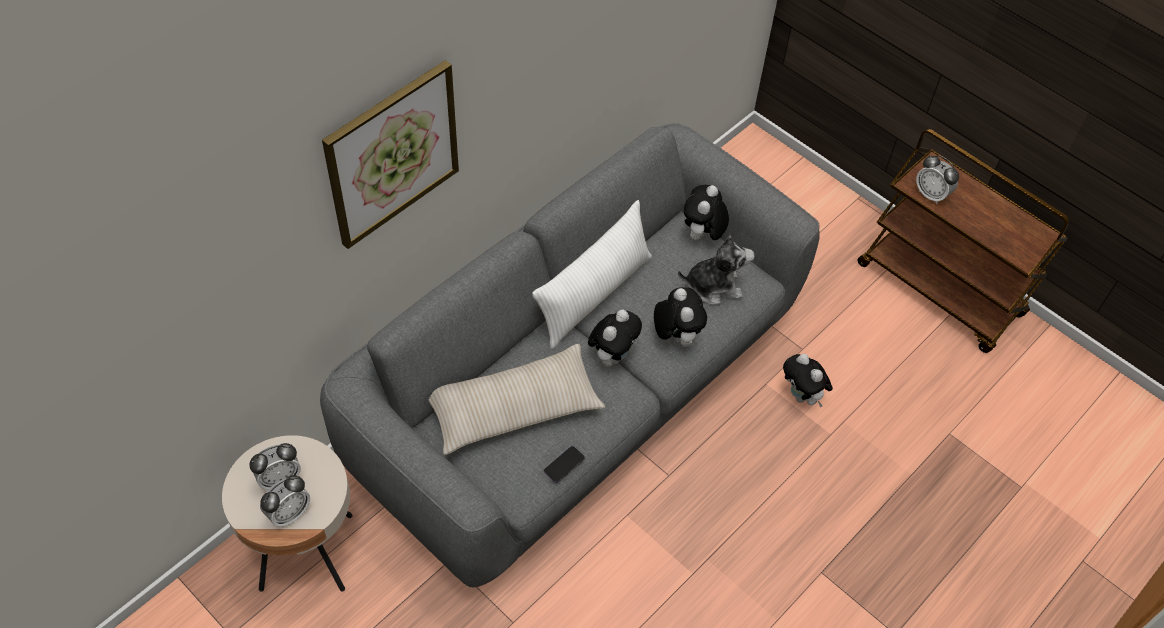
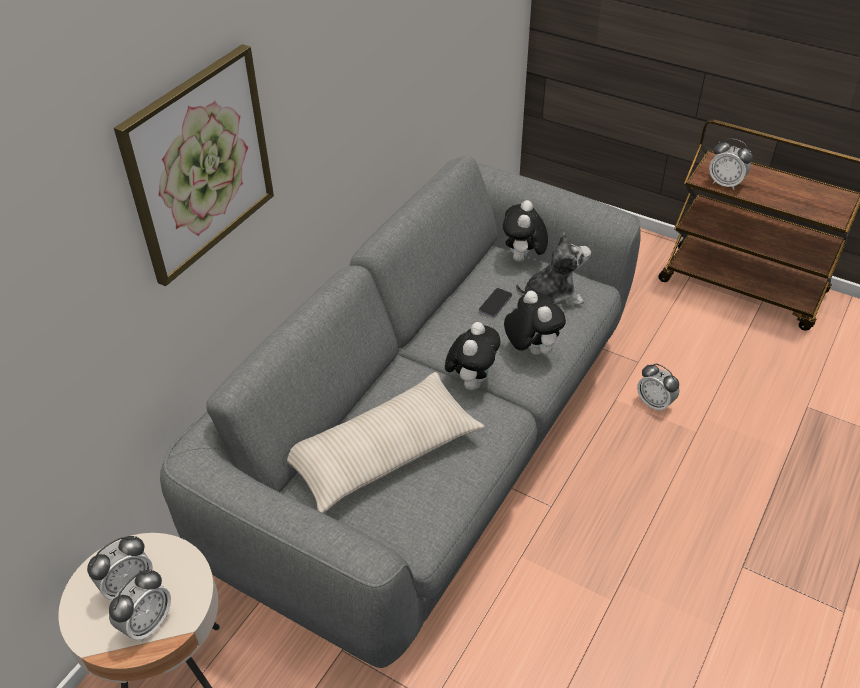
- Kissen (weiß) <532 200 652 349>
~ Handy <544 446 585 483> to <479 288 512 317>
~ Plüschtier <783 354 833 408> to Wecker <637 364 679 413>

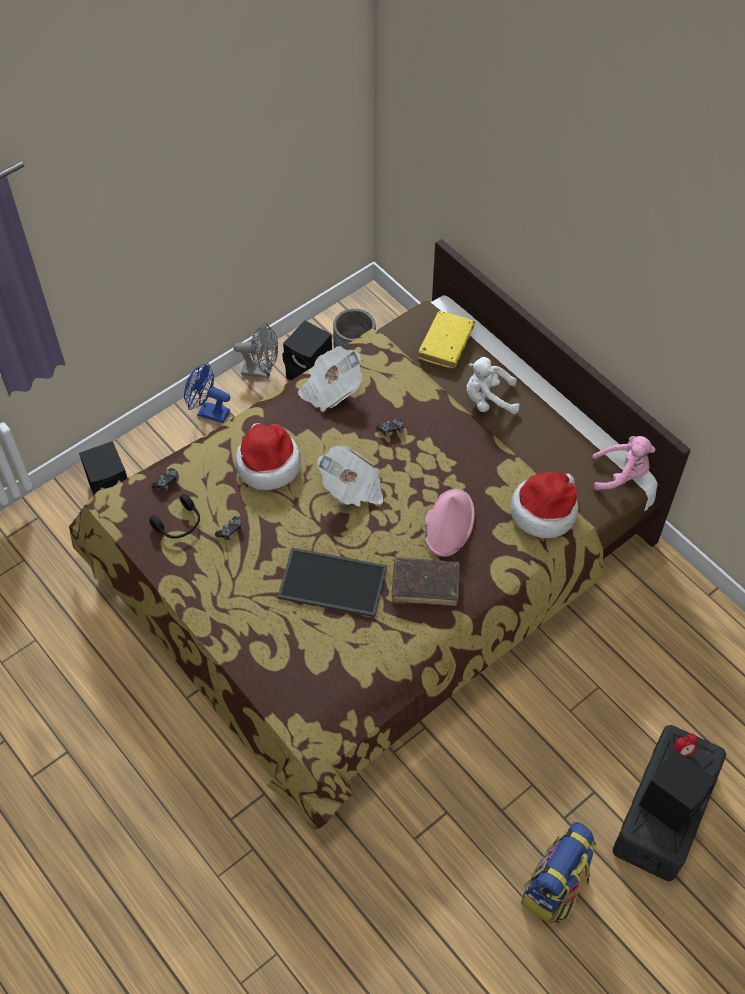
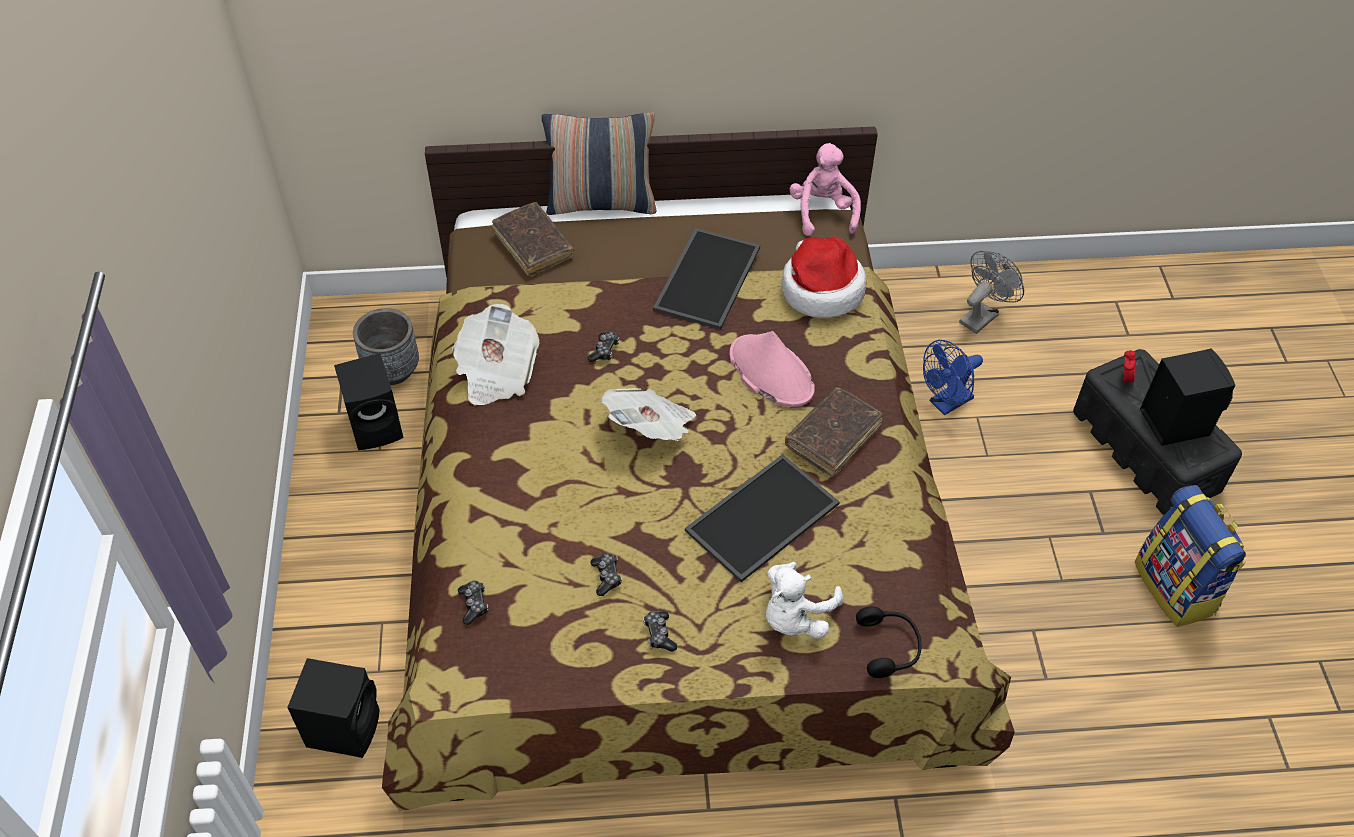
- Hut <236 423 301 490>
+ Kissen <542 112 657 215>
+ Gamepad <643 611 677 652>
+ Tablett <653 228 760 330>
~ Kopfhörer (schwarz) <149 494 200 539> to <856 606 921 678>
~ Ventilator (blau) <184 363 230 423> to <923 340 983 416>
~ Ventilator (grau) <233 323 278 379> to <959 251 1024 334>
~ Plüschtier (weiß) <467 357 520 414> to <766 562 843 639>
~ Buch (gelb) <418 311 475 369> to Buch (braun) <492 202 574 277>
~ Plüschtier (rosa) <592 436 655 491> = <789 143 861 236> 45 degrees counterclockwise

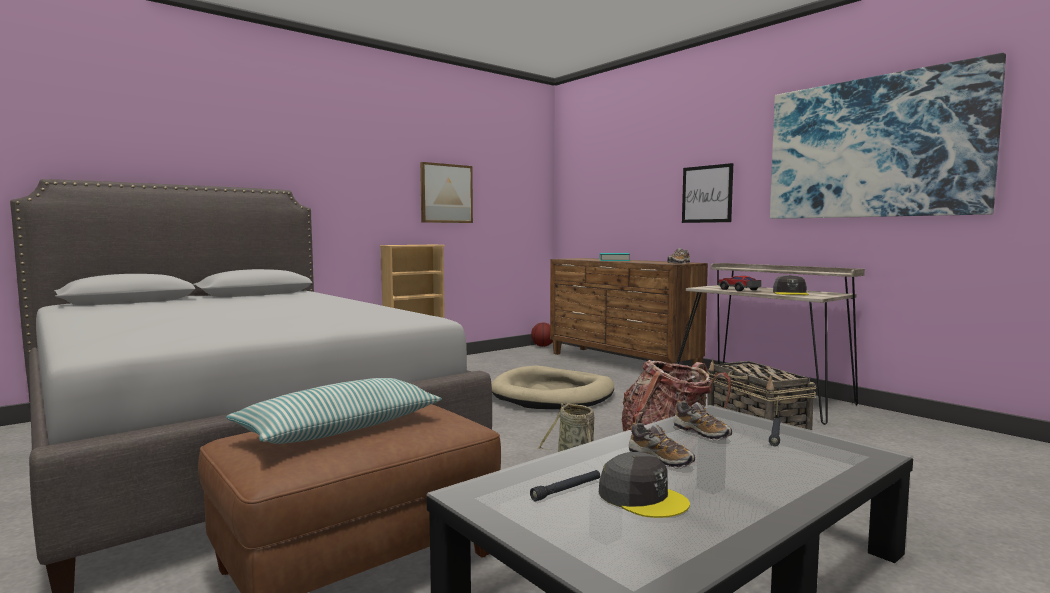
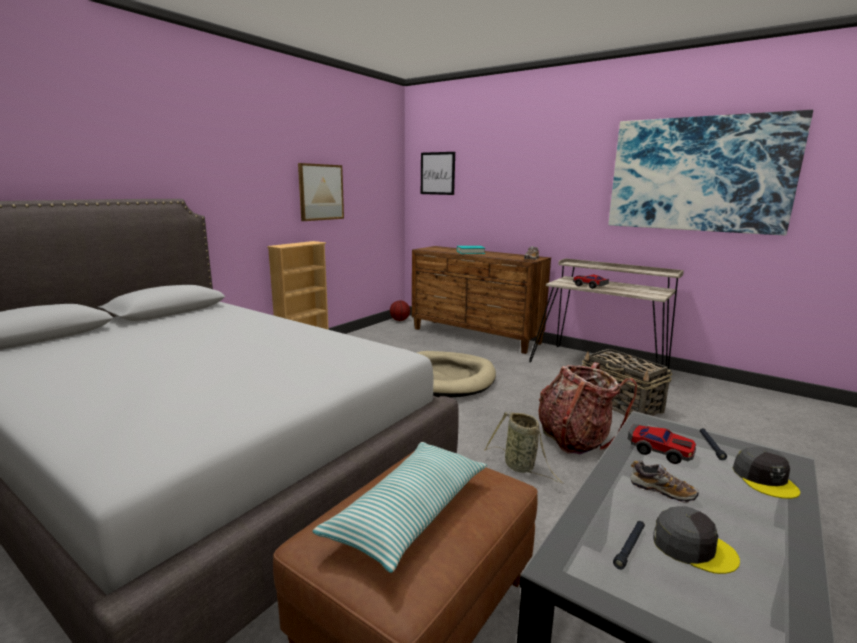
~ Bild <682 163 733 223> to <421 152 455 195>
~ Kappe (grau) <773 275 809 295> to <733 447 800 499>
~ Schuh <674 401 732 441> to Spielzeugauto <628 424 696 464>

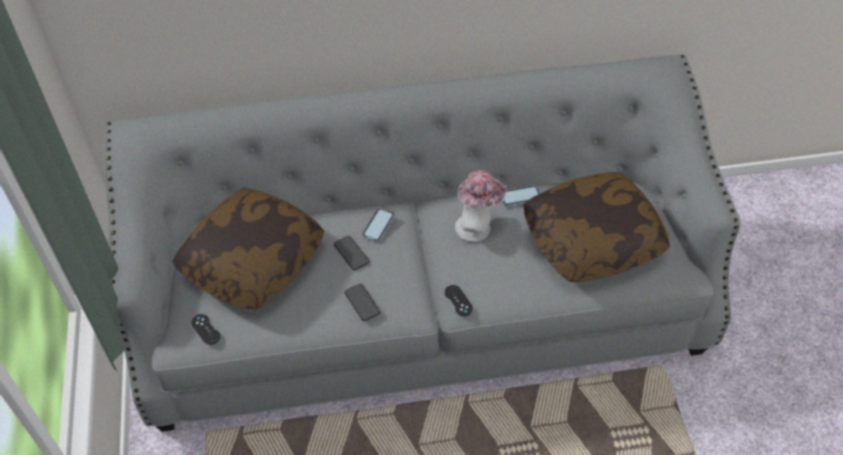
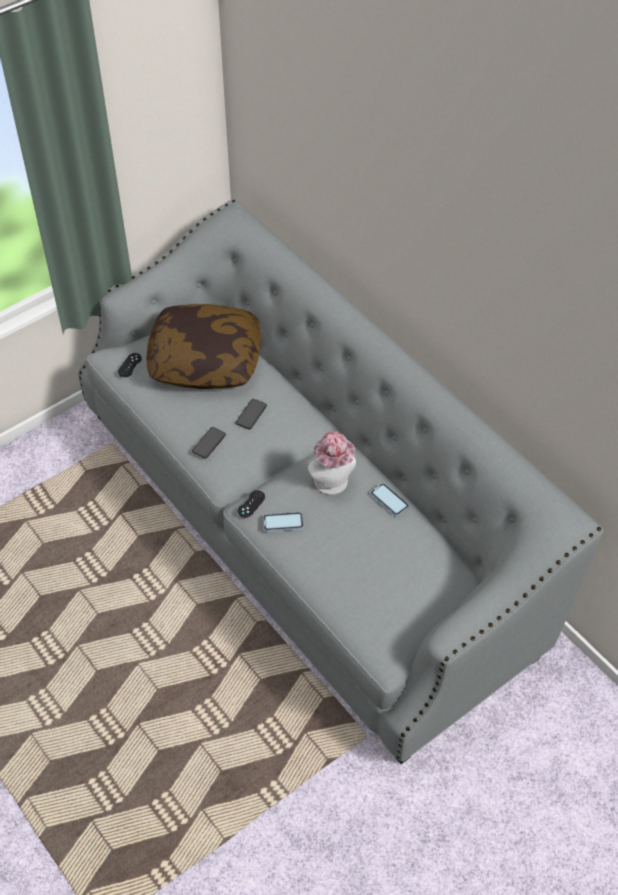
- Kissen <523 172 670 282>
~ Handy <362 208 395 242> to <263 512 304 532>

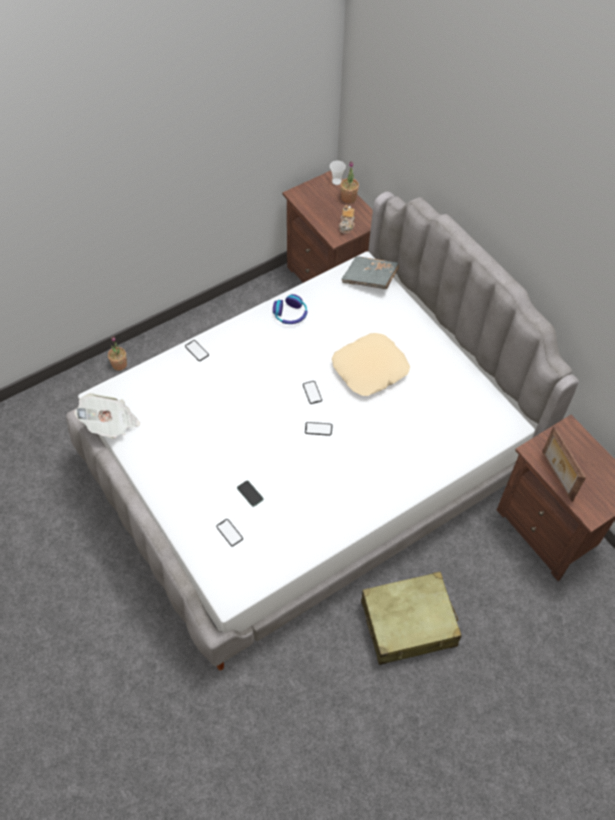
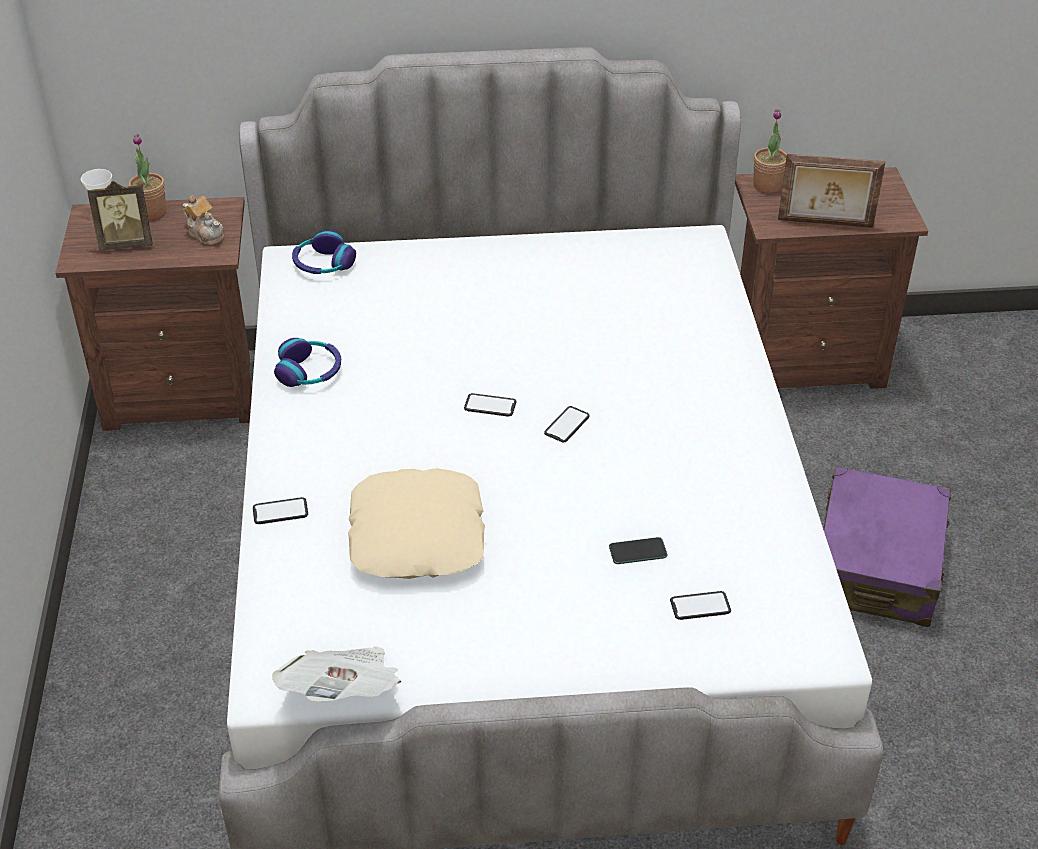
+ Bilderrahmen <87 181 153 251>
~ Topfpflanze <108 336 127 371> to <753 109 787 193>
~ Kissen (beige) <332 333 410 396> to <348 468 485 579>
~ Buch (grau) <342 256 399 289> to Kopfhörer <292 230 356 274>
~ Koffer (beige) <361 572 462 665> to Koffer (lila) <823 466 951 627>

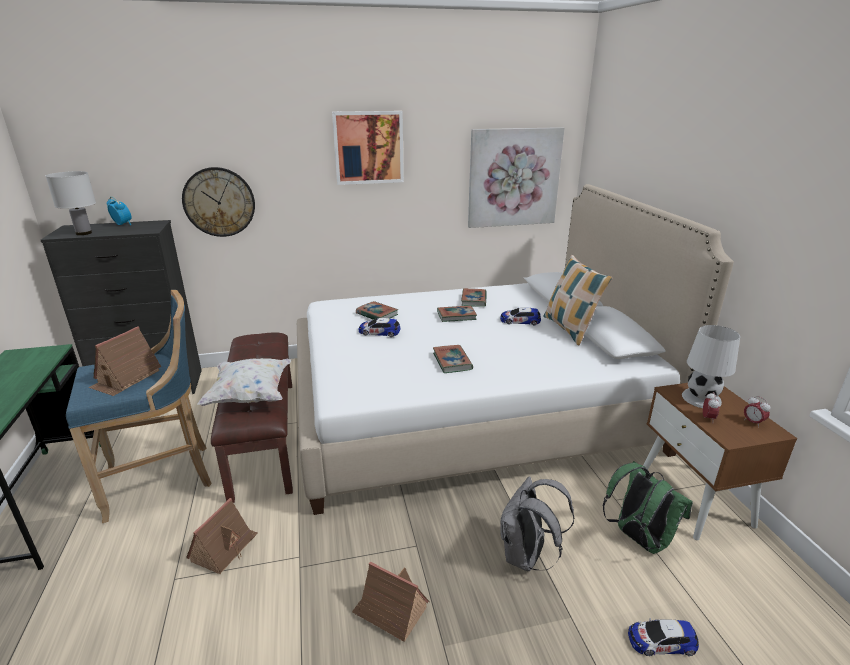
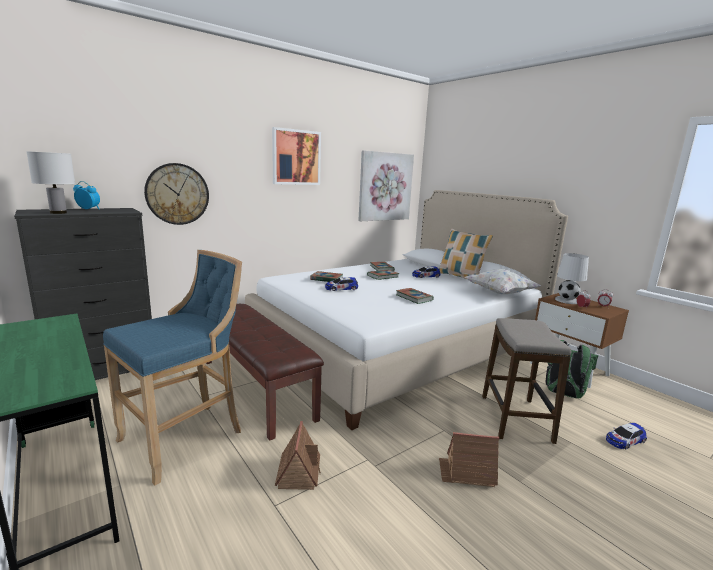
- Spielzeughaus <88 326 161 396>
~ Kissen (weiß) <197 358 292 406> to <465 269 541 294>
~ Rucksack (grau) <500 476 574 571> to Hocker <482 318 571 444>

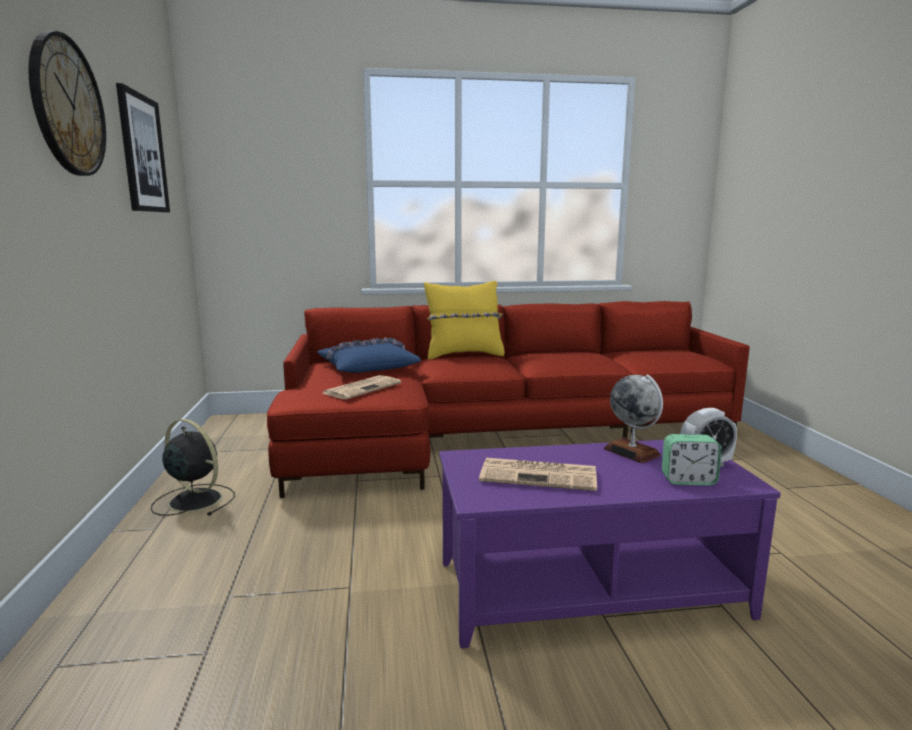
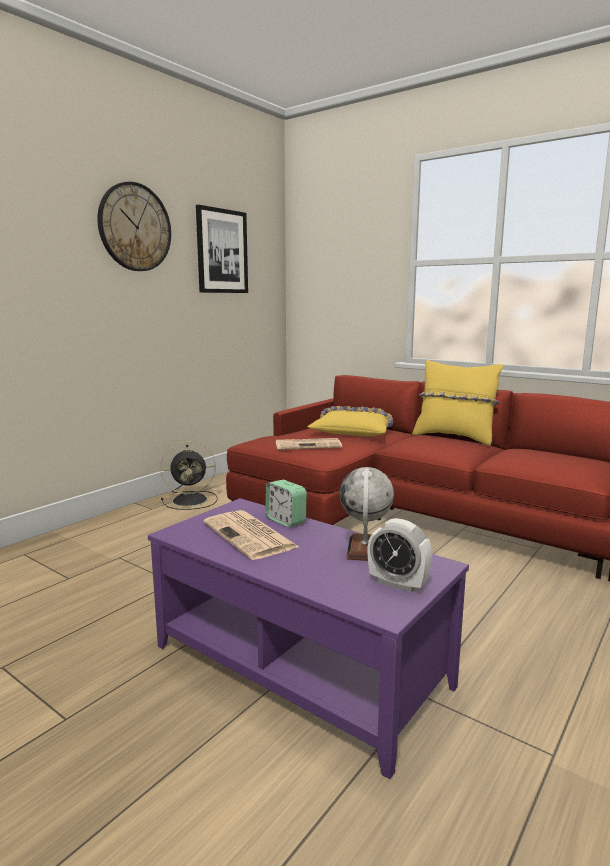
~ Wecker <662 434 722 485> to <265 480 307 527>
~ Kissen (blau) <317 338 421 373> to Kissen (gelb) <308 406 393 436>
~ Ventilator (schwarz) <151 419 235 516> = <160 441 218 510> 90 degrees clockwise

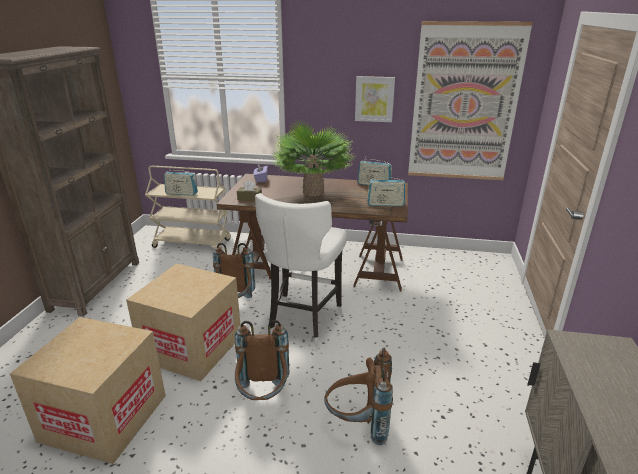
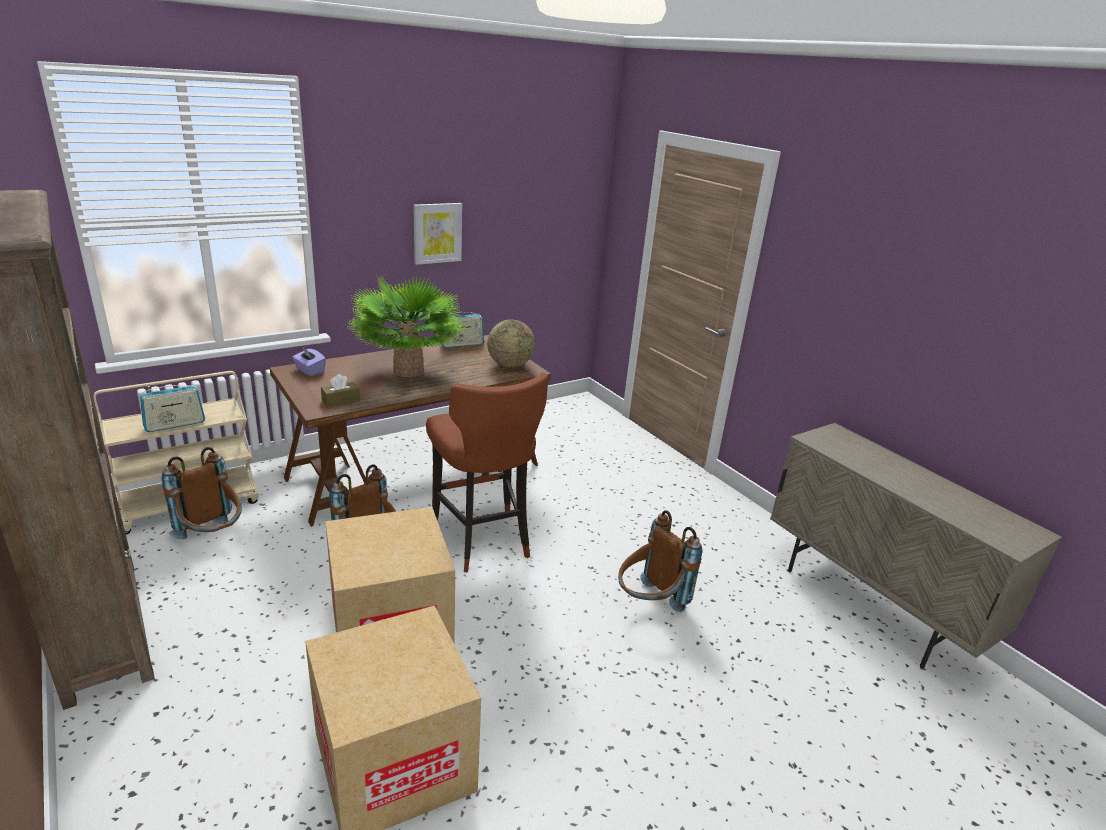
- Bild <408 21 533 180>
~ Rucksack (braun) <235 320 289 400> to <162 447 242 539>
~ Radio <367 175 406 206> to Globus <487 320 535 368>
~ Hocker (weiß) <255 193 347 347> to Hocker (braun) <426 372 548 572>

